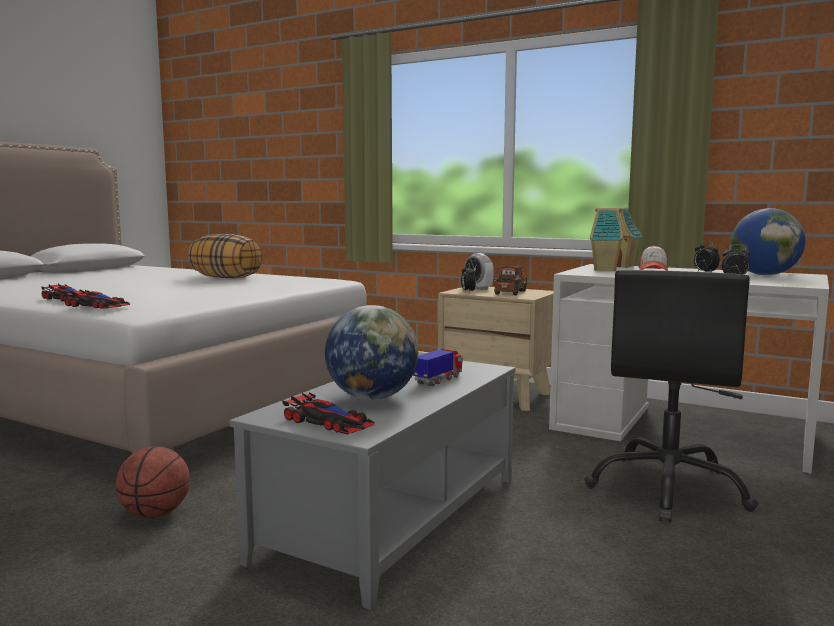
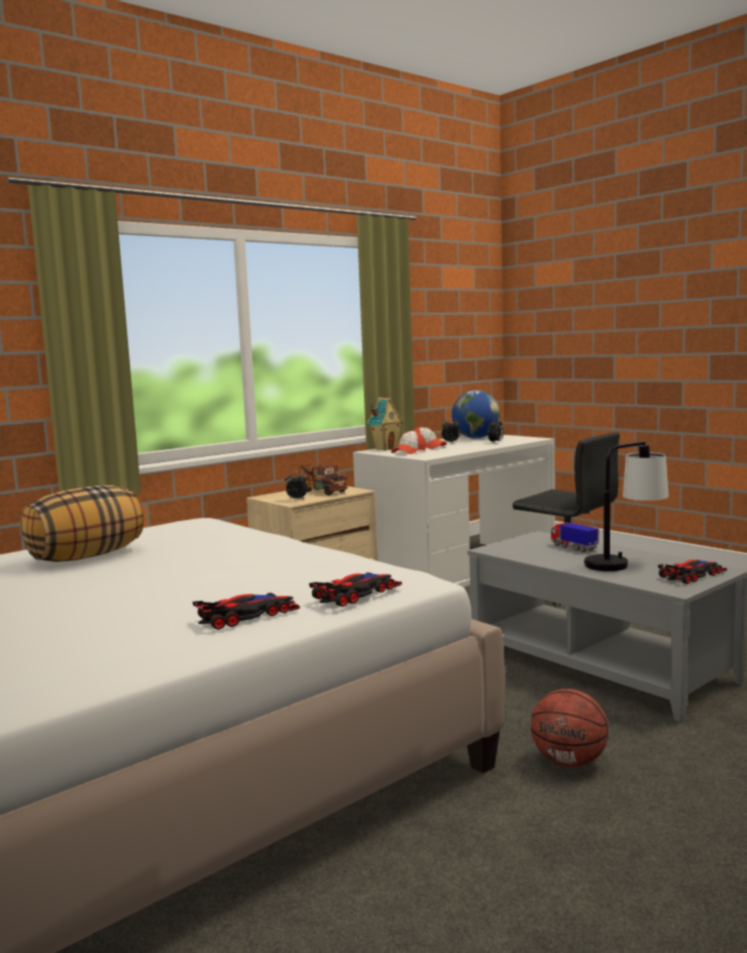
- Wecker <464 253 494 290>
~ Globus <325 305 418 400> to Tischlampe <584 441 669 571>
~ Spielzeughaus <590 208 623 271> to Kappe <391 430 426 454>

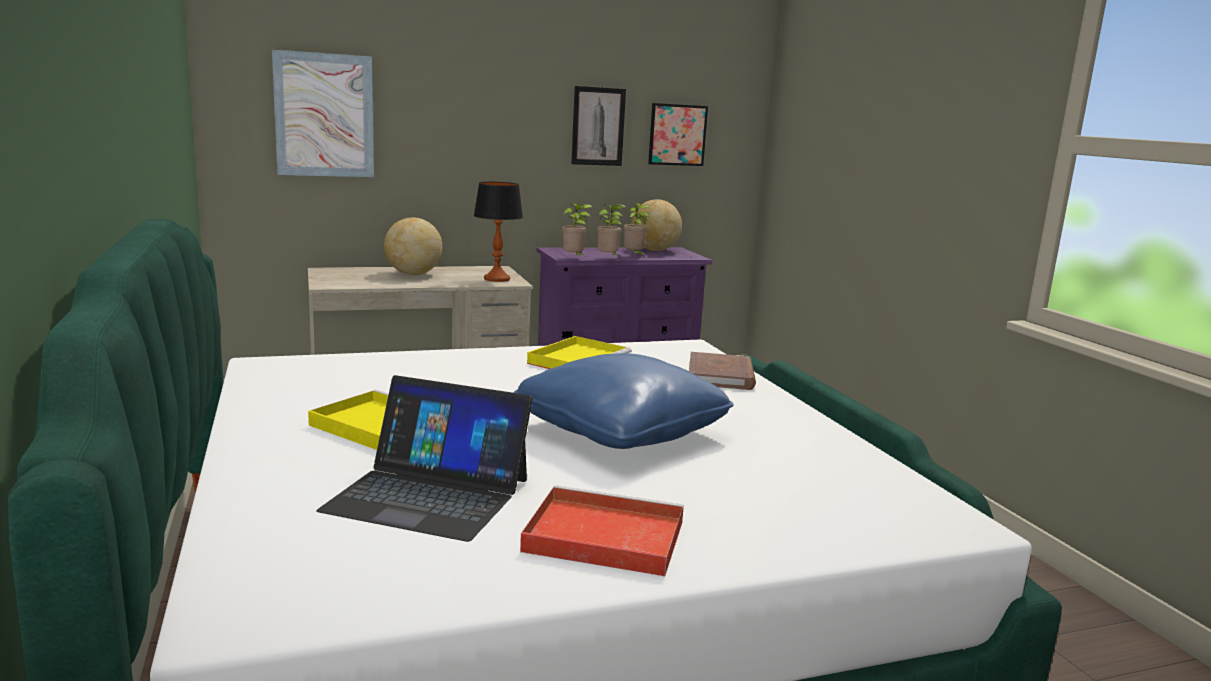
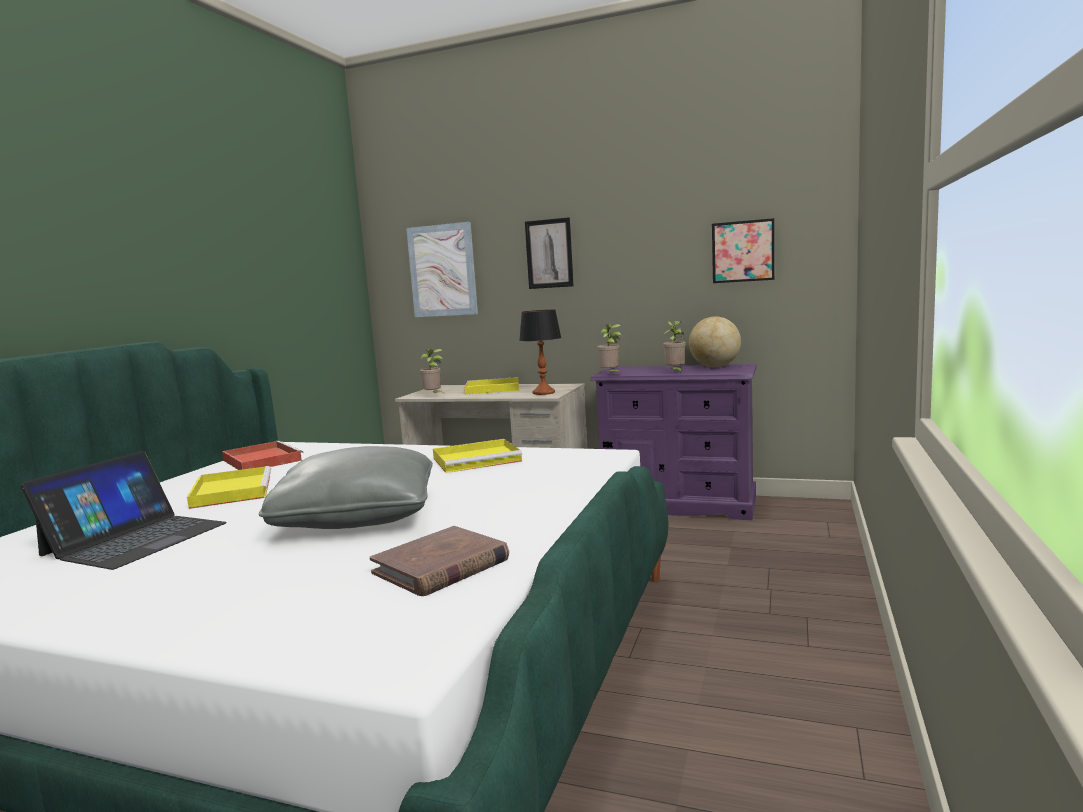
~ Tablett (rot) <520 485 684 576> to <222 441 303 470>
~ Bild <571 86 626 166> to <525 217 574 289>
~ Topfpflanze <597 204 626 257> to <420 349 443 393>
~ Buch (braun) <689 352 756 390> to <370 526 509 596>
~ Globus <384 217 443 275> to Tablett (gelb) <465 377 519 394>
~ Kissen (blau) <514 353 733 449> to Kissen (grau) <259 446 433 529>
~ Laptop <316 375 533 542> = <21 451 227 570> 120 degrees counterclockwise

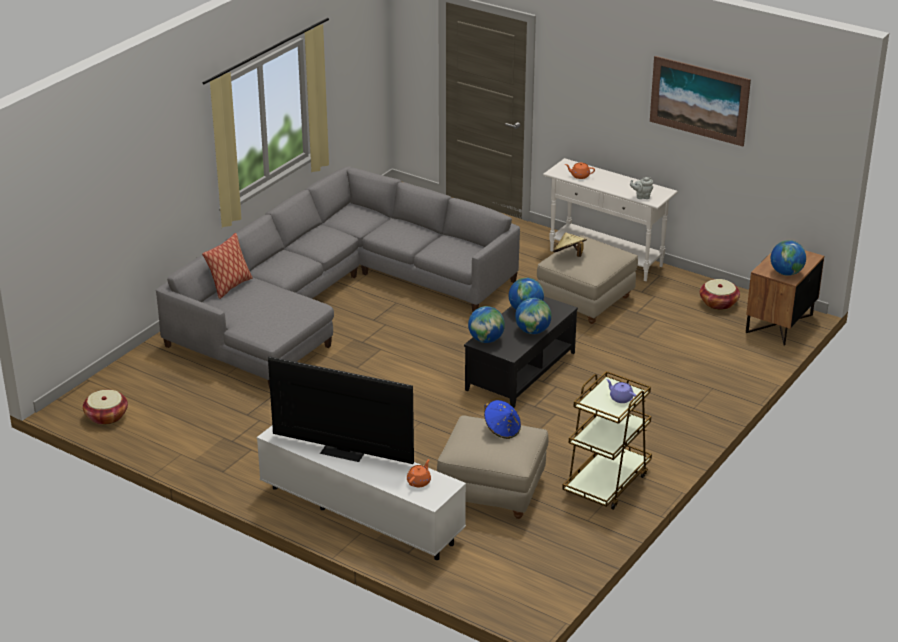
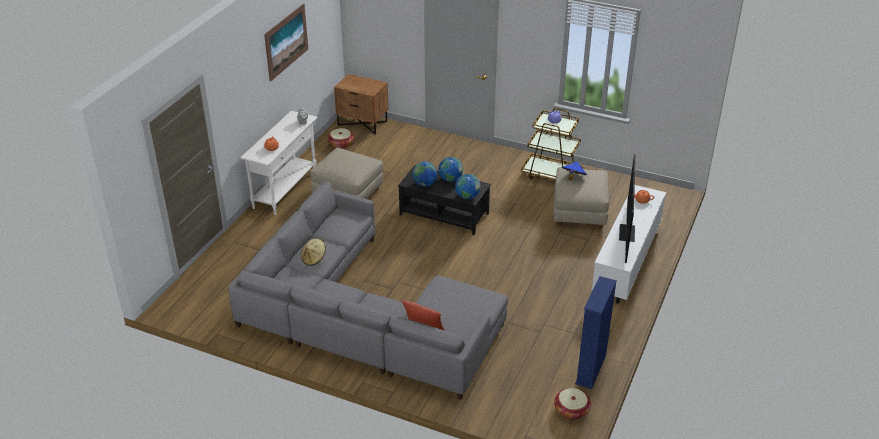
- Globus <771 240 806 276>
+ Bücherregal (blau) <575 276 617 389>
~ Hut (beige) <553 233 587 257> to <301 239 326 266>

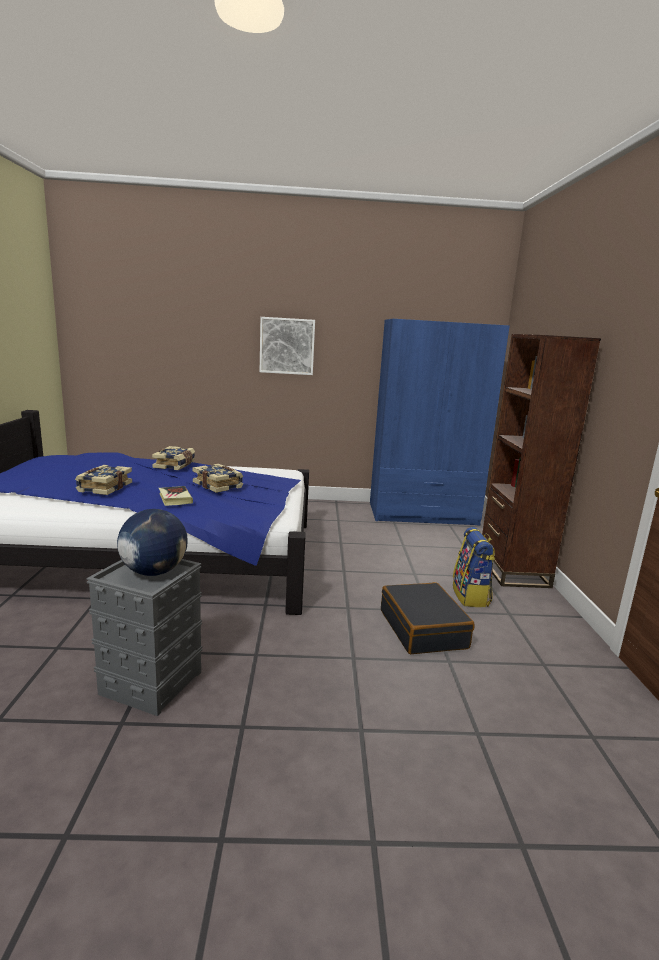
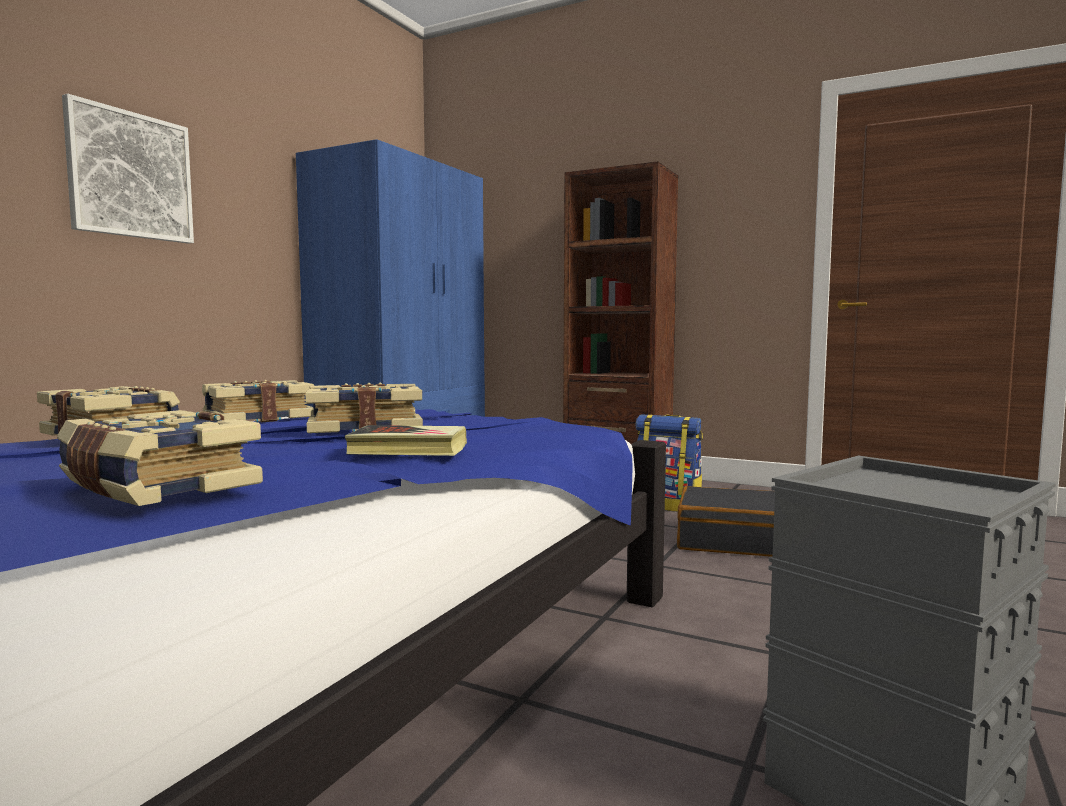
- Globus <117 509 188 576>
+ Buch <202 380 314 422>

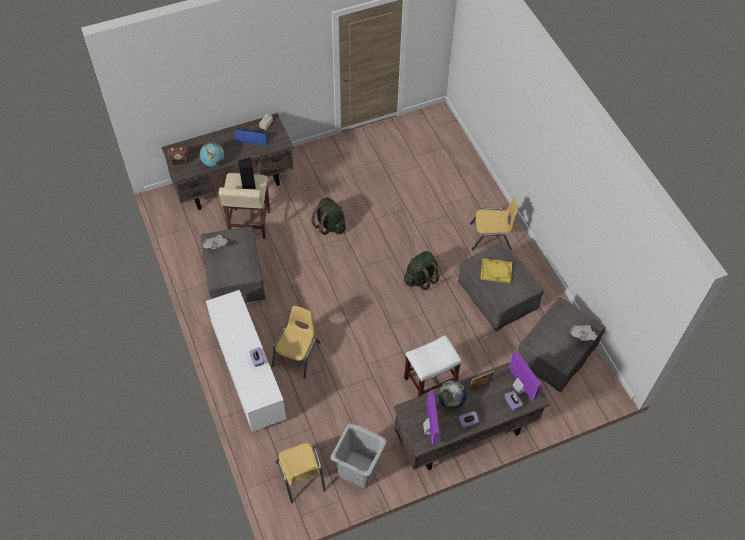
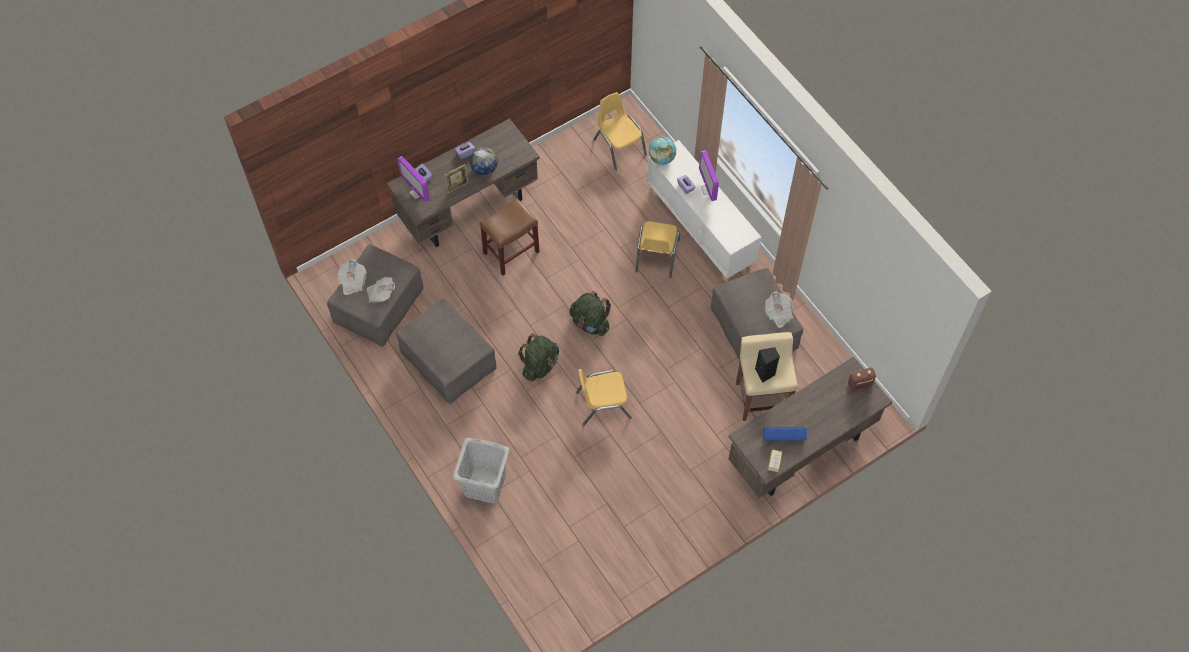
- Tablett (gelb) <480 258 512 283>
+ Zeitung <367 277 395 303>
~ Globus <200 142 224 167> to <649 137 676 165>
~ Rucksack (grün) <311 197 346 235> to <570 291 611 336>
~ Wäschekorb (grau) <331 423 386 488> to <453 438 509 503>
~ Monitor <423 392 439 445> to <699 150 719 201>
~ Stuhl (gelb) <470 198 518 250> to <576 369 632 426>
~ Hocker (weiß) <404 335 461 397> to Hocker (braun) <480 198 540 276>

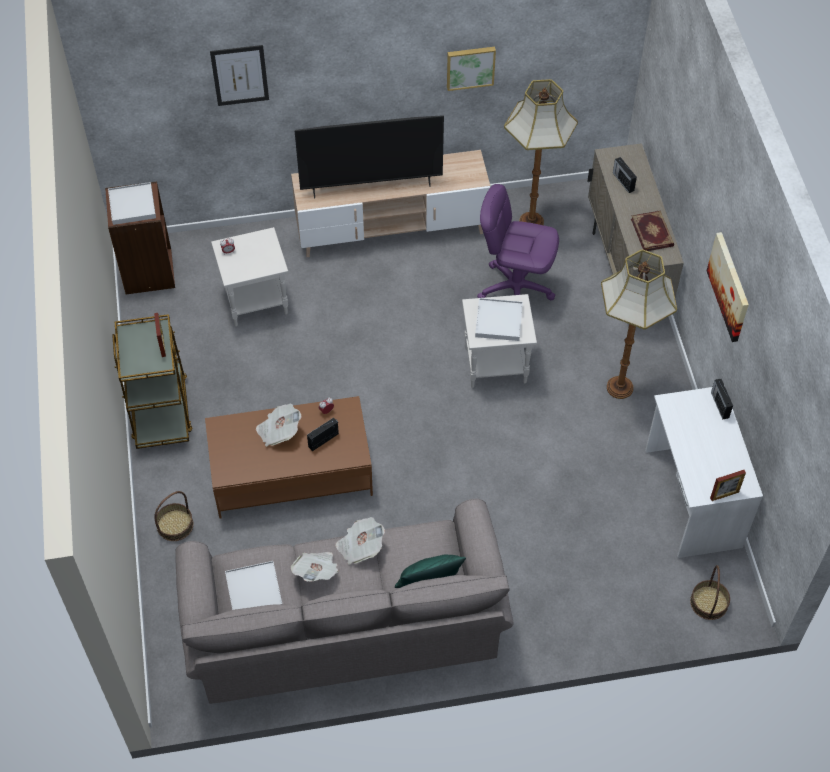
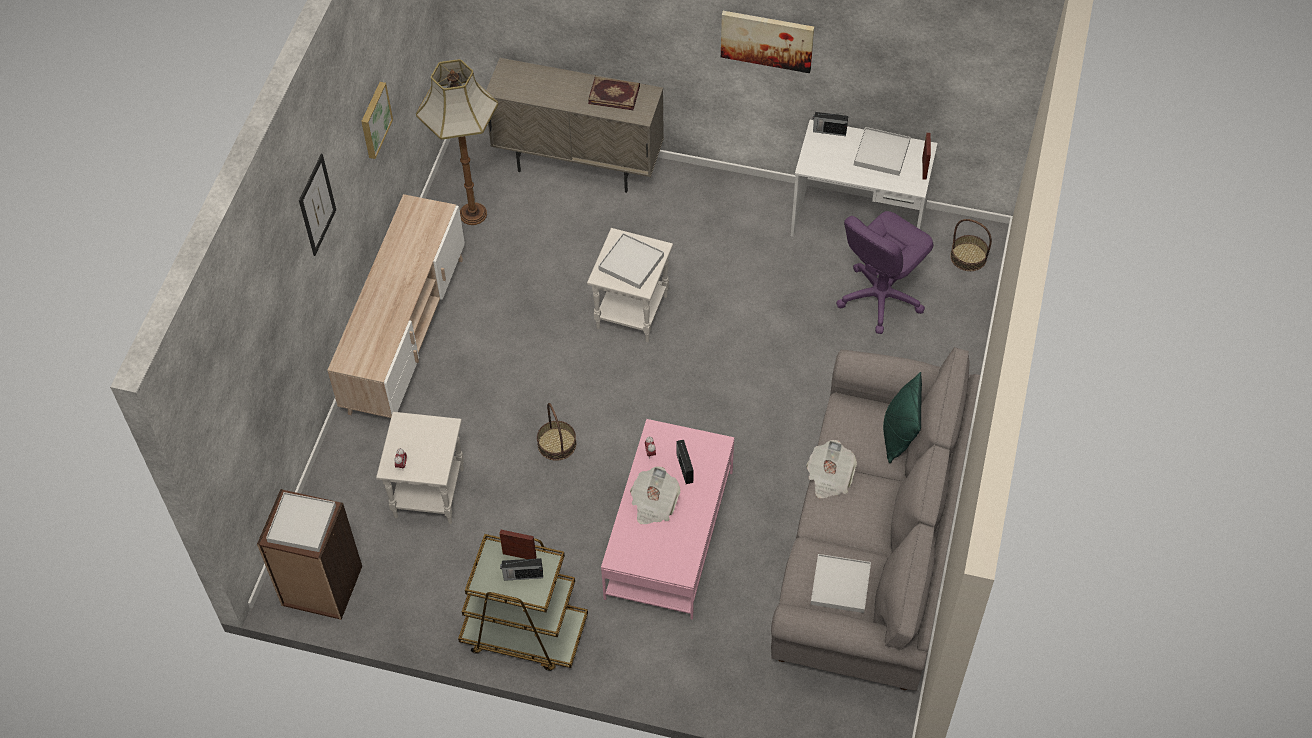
- Zeitung <291 552 338 581>
- Fernseher <295 115 444 199>
- Stehlampe <601 249 677 399>
+ Tablett (weiß) <854 127 910 176>
~ Korb <154 491 193 541> to <537 403 576 461>
~ Bild <210 45 269 106> to <299 154 336 256>
~ Bürostuhl (lila) <477 184 559 300> to <836 211 933 334>
~ Radio <613 157 637 193> to <500 558 543 581>
~ Couchtisch (braun) <205 396 373 519> to Couchtisch (rosa) <601 419 734 620>

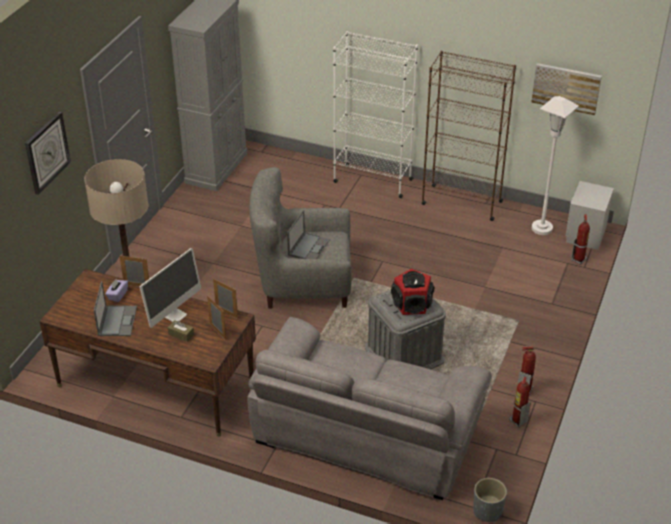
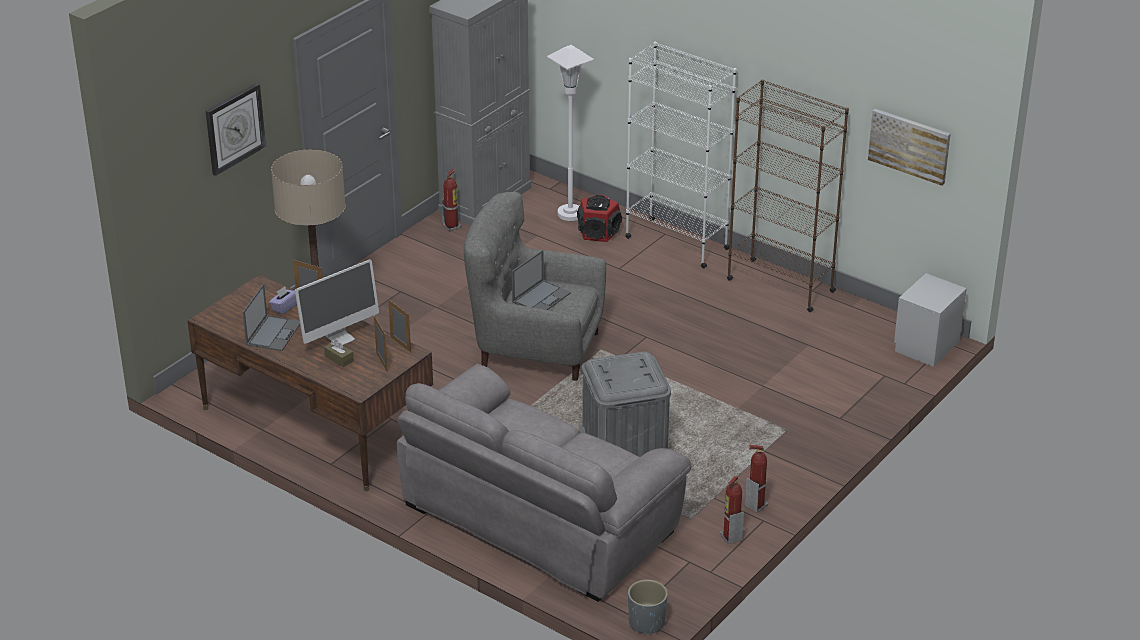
~ Lautsprecher <391 269 434 315> to <577 194 622 242>
~ Stehlampe (weiß) <532 96 579 235> to <547 45 594 221>
~ Feuerlöscher <571 214 590 265> to <442 169 461 231>

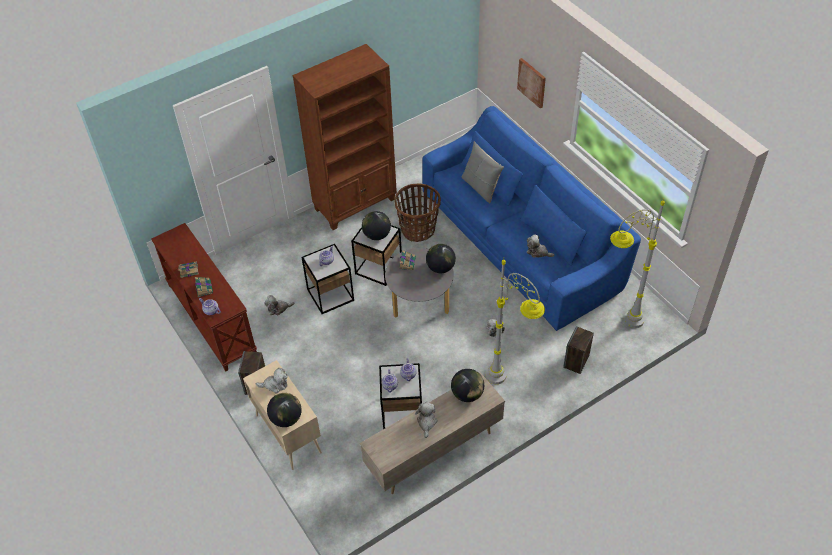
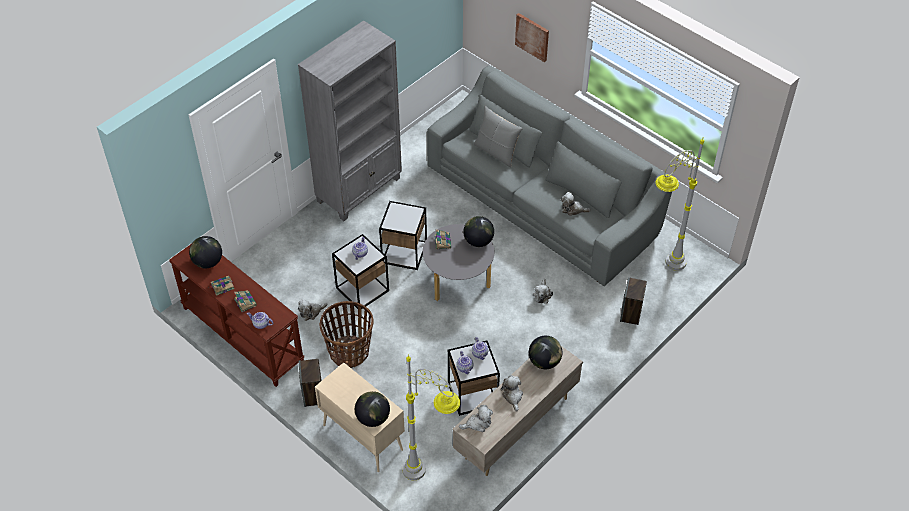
~ Plüschtier <256 368 288 394> to <459 405 493 432>
~ Globus <362 211 391 240> to <189 236 222 269>
~ Korb <394 183 441 242> to <319 301 374 368>
~ Stehlampe (grau) <485 260 545 384> to <402 354 460 480>
~ Bücherregal (braun) <293 44 397 230> to Bücherregal (grau) <298 20 402 221>
~ Sofa (blau) <422 106 641 331> to Sofa (grau) <427 66 672 286>

